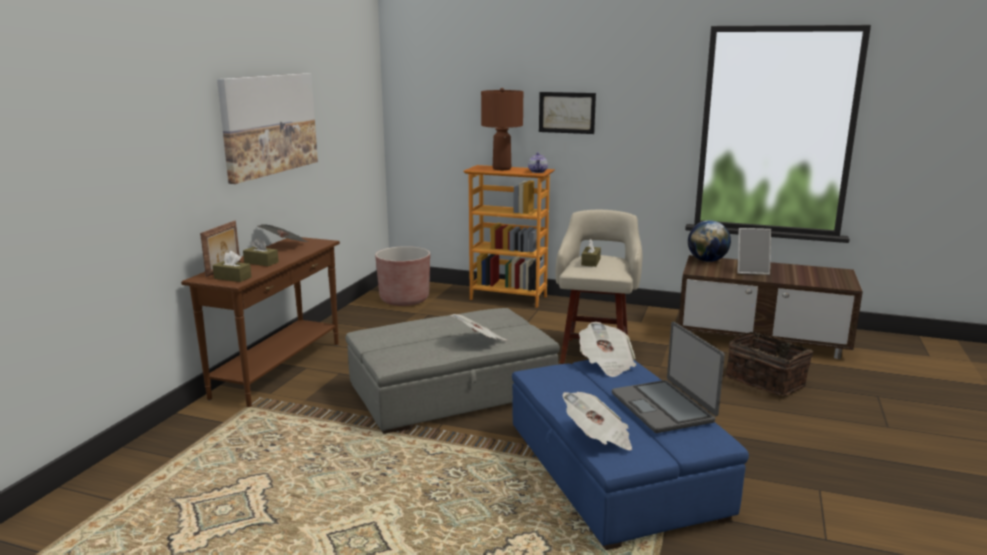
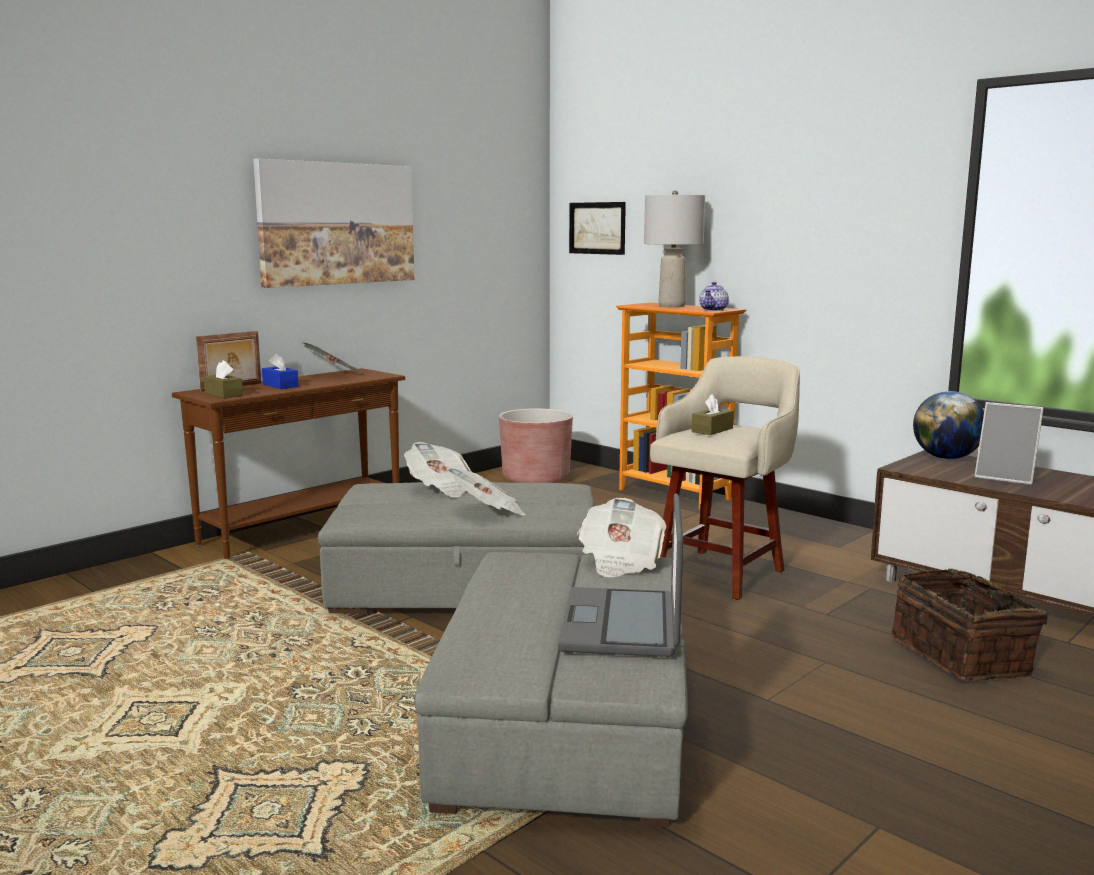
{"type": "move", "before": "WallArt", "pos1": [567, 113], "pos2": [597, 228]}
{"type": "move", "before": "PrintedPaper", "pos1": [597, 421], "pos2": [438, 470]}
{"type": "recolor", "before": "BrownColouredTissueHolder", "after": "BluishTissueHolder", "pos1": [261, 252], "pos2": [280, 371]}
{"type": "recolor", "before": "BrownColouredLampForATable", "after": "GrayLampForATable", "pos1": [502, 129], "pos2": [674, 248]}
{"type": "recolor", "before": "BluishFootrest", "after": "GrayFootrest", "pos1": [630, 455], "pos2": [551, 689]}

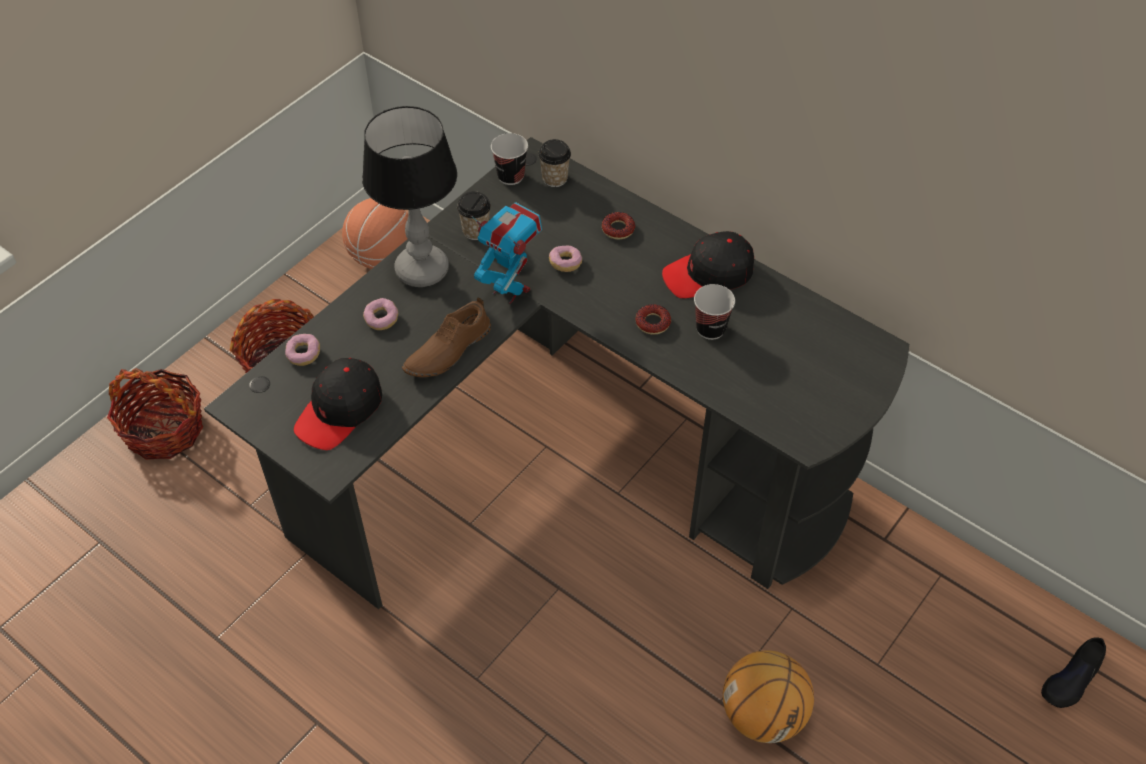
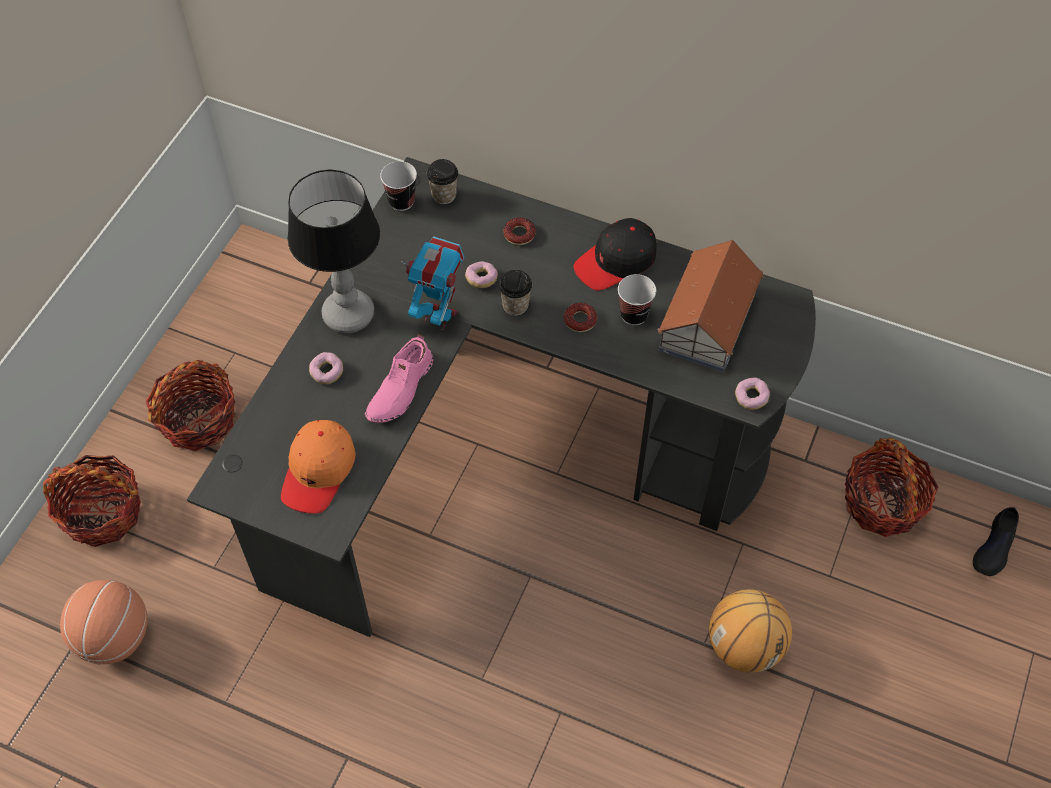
{"type": "insert", "after": "ModelHouse", "pos2": [711, 306]}
{"type": "insert", "after": "Basket", "pos2": [891, 487]}
{"type": "move", "before": "RingDoughnut", "pos1": [302, 350], "pos2": [752, 393]}
{"type": "move", "before": "BallForBasketball", "pos1": [375, 233], "pos2": [103, 622]}
{"type": "move", "before": "DrinkingCup", "pos1": [474, 215], "pos2": [515, 292]}
{"type": "recolor", "before": "BlackishCap", "after": "OrangeColouredCap", "pos1": [338, 404], "pos2": [318, 467]}
{"type": "recolor", "before": "BrownColouredShoe", "after": "PinkishShoe", "pos1": [446, 337], "pos2": [399, 378]}

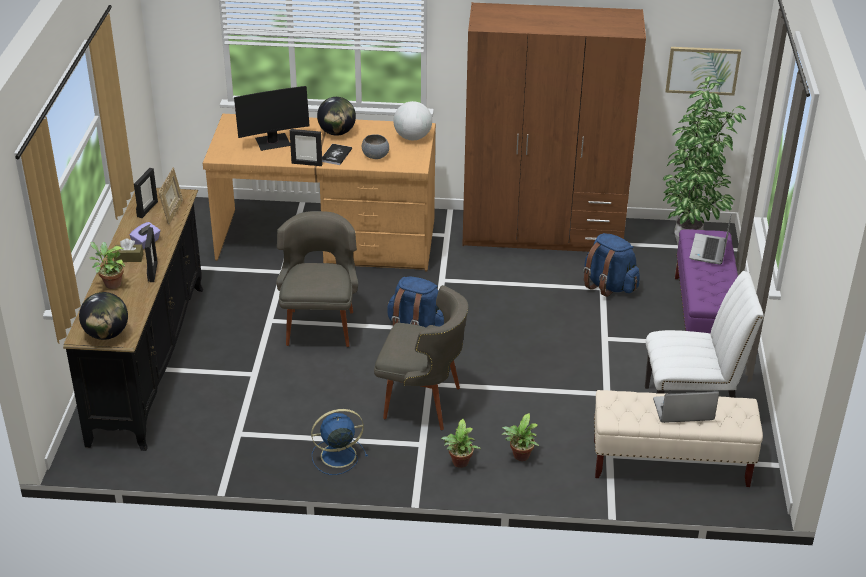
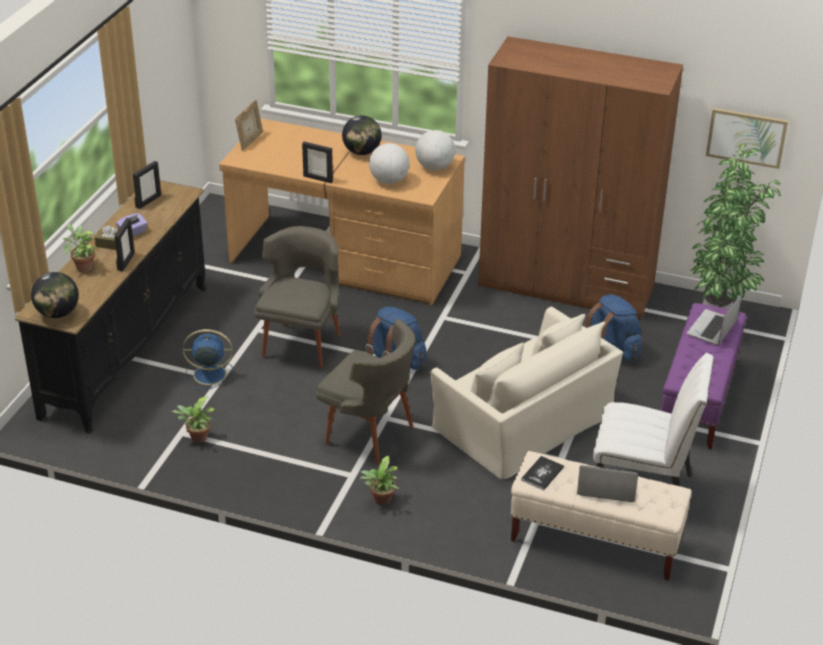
{"type": "delete", "before": "ComputerScreen", "pos1": [272, 118]}
{"type": "insert", "after": "SandColouredArmchair", "pos2": [526, 393]}
{"type": "move", "before": "StandingFrame", "pos1": [170, 196], "pos2": [249, 125]}
{"type": "move", "before": "BluishFan", "pos1": [339, 442], "pos2": [209, 359]}
{"type": "move", "before": "Book", "pos1": [337, 154], "pos2": [542, 473]}
{"type": "move", "before": "PlantInAPot", "pos1": [520, 437], "pos2": [193, 420]}
{"type": "replace", "before": "GrayDeepDish", "after": "DeskGlobe", "pos1": [375, 146], "pos2": [389, 163]}

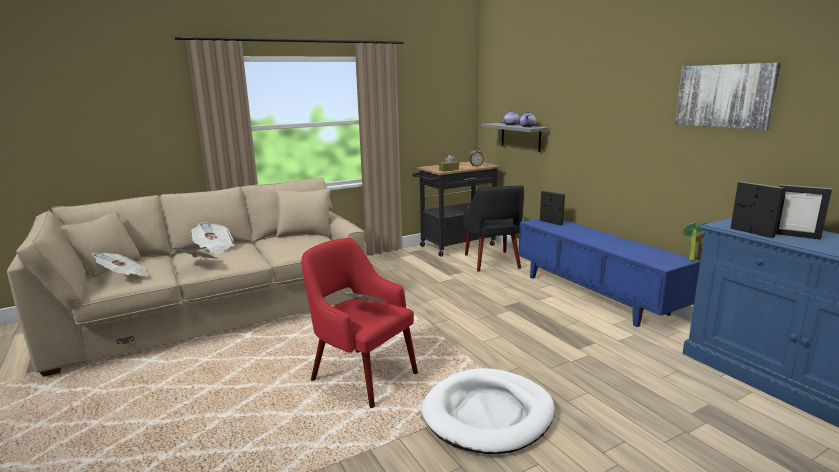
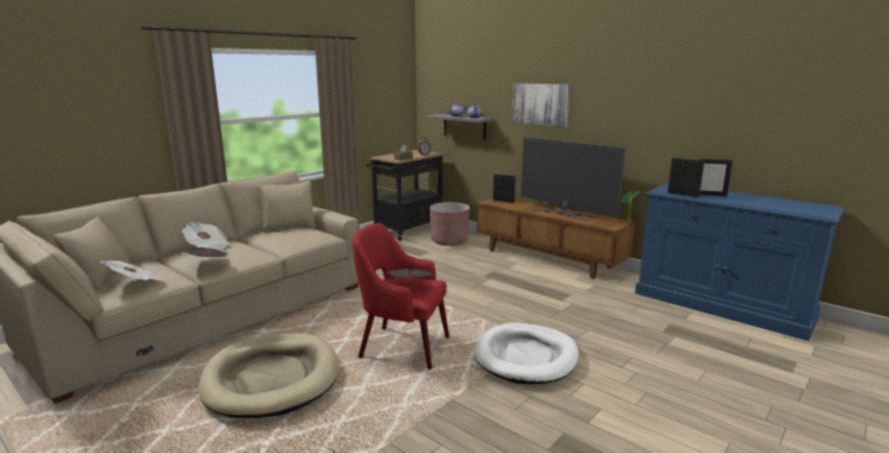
{"type": "insert", "after": "SandColouredPetBed", "pos2": [268, 375]}
{"type": "insert", "after": "TvSet", "pos2": [573, 179]}
{"type": "move", "before": "WallArt", "pos1": [728, 96], "pos2": [541, 105]}
{"type": "replace", "before": "BlackishArmchair", "after": "BrownColouredPlanter", "pos1": [493, 228], "pos2": [450, 224]}
{"type": "recolor", "before": "BluishTvStand", "after": "BrownColouredTvStand", "pos1": [609, 272], "pos2": [556, 238]}

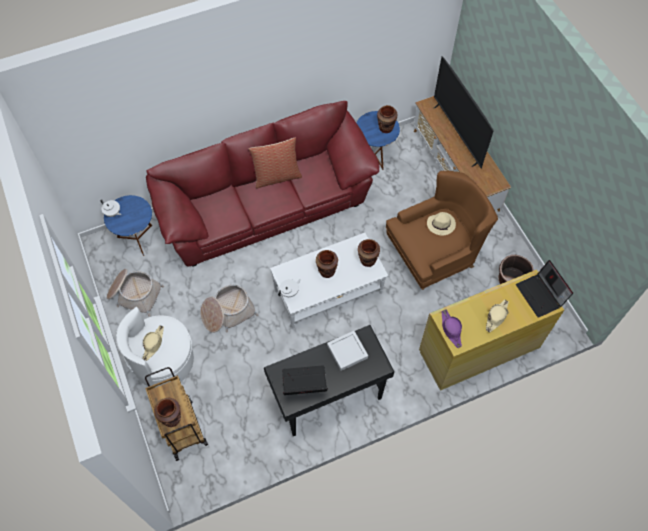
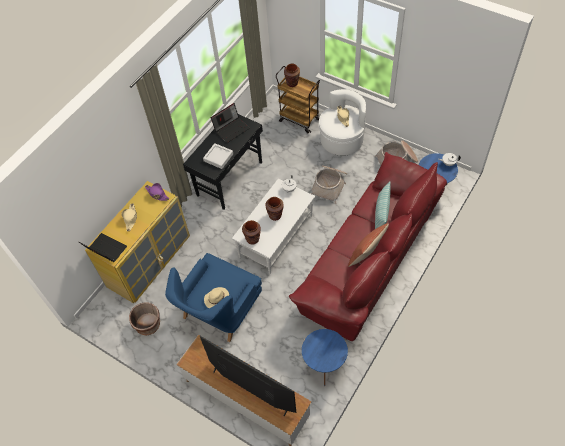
{"type": "delete", "before": "BrownColouredVase", "pos1": [387, 119]}
{"type": "insert", "after": "Cushion", "pos2": [383, 205]}
{"type": "recolor", "before": "BrownColouredArmchair", "after": "BluishArmchair", "pos1": [442, 230], "pos2": [213, 297]}

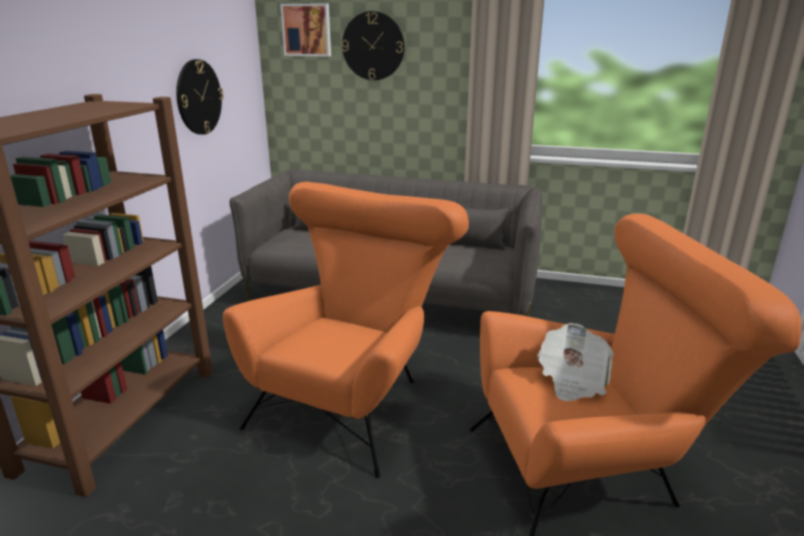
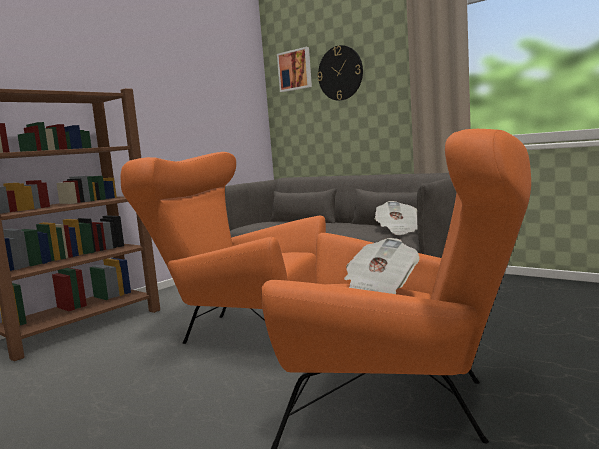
{"type": "delete", "before": "HangingClock", "pos1": [199, 97]}
{"type": "insert", "after": "PrintedPaper", "pos2": [396, 218]}
{"type": "rotate", "before": "OrangeColouredArmchair", "pos1": [346, 330], "pos2": [223, 248], "turn": -120}

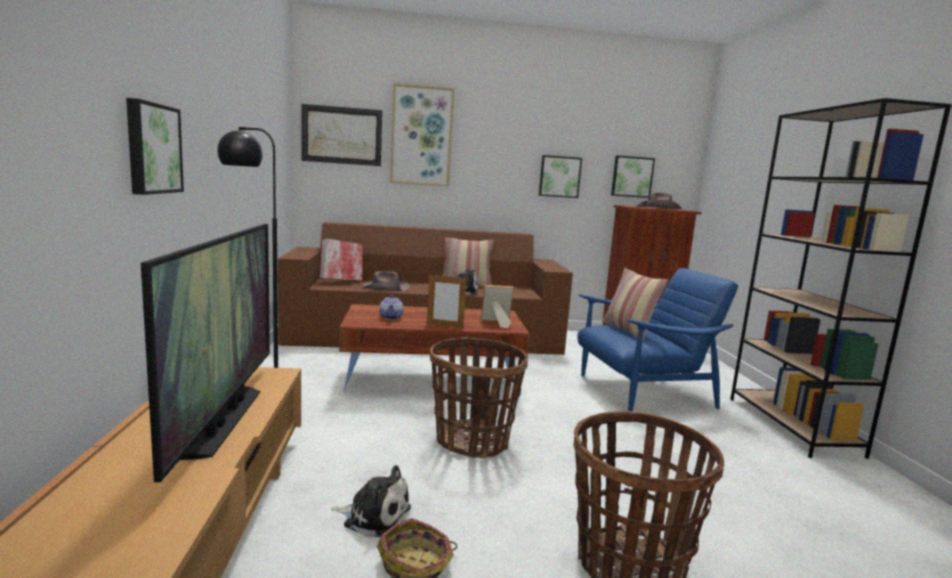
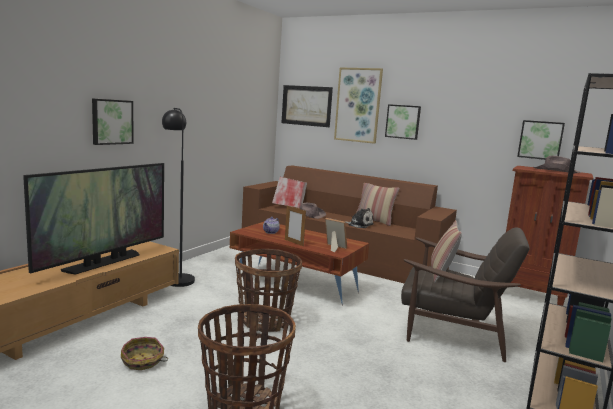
{"type": "delete", "before": "CuddlyToy", "pos1": [371, 501]}
{"type": "move", "before": "WallArt", "pos1": [560, 176], "pos2": [403, 122]}
{"type": "recolor", "before": "BluishArmchair", "after": "BrownColouredArmchair", "pos1": [657, 339], "pos2": [465, 295]}

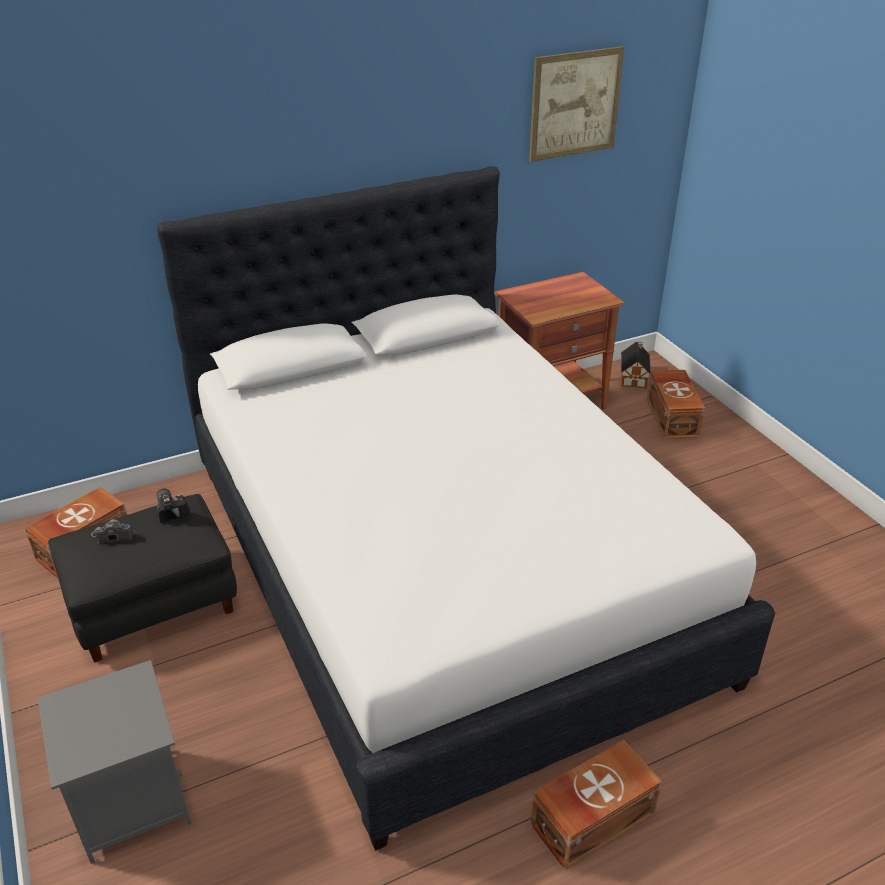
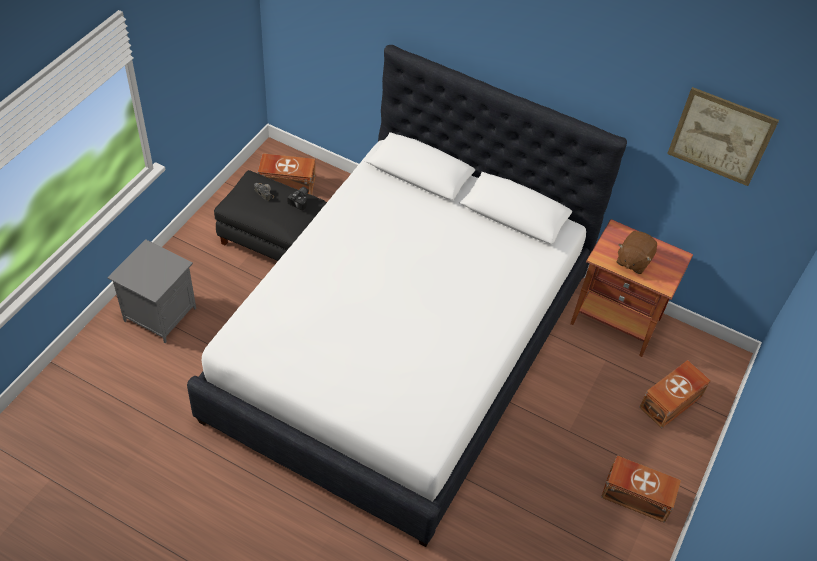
{"type": "delete", "before": "ModelHouse", "pos1": [636, 365]}
{"type": "insert", "after": "BrownColouredCuddlyToy", "pos2": [637, 252]}
{"type": "move", "before": "BrownColouredStorageContainer", "pos1": [596, 805], "pos2": [641, 489]}

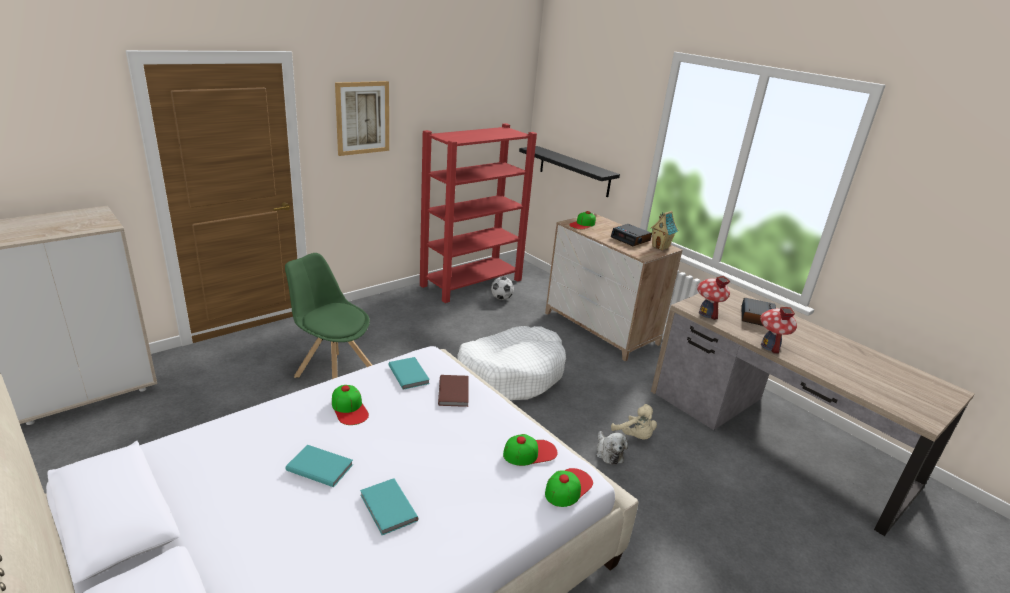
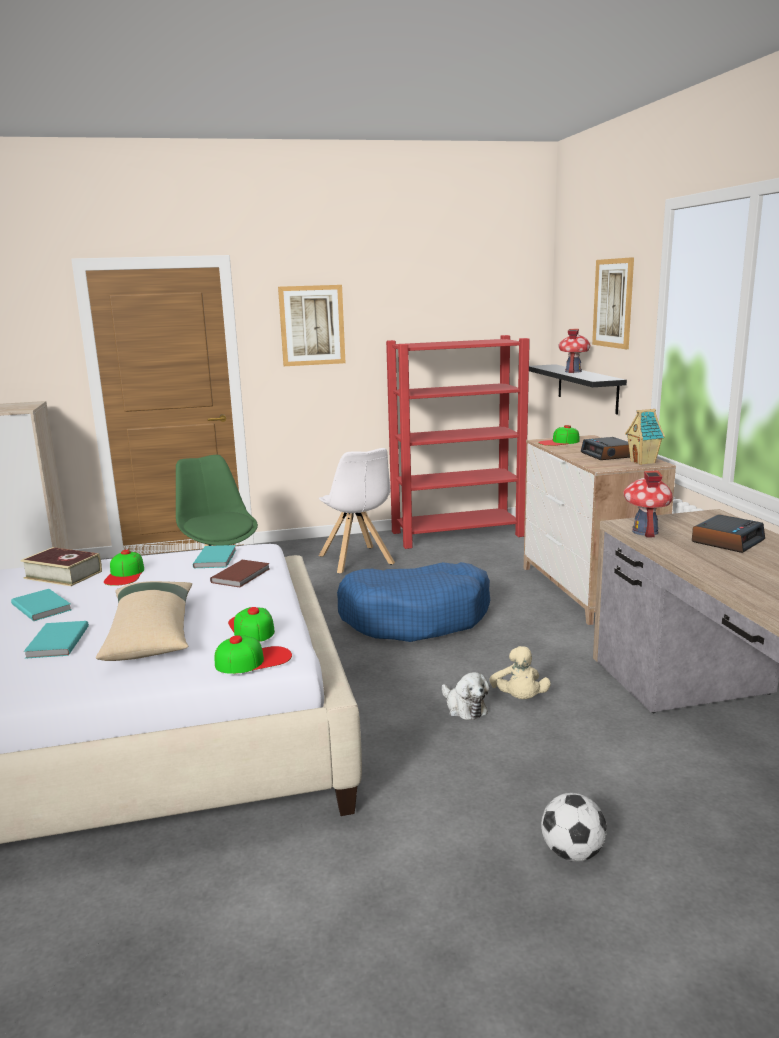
{"type": "insert", "after": "Book", "pos2": [61, 566]}
{"type": "insert", "after": "SandColouredCushion", "pos2": [144, 621]}
{"type": "insert", "after": "WhiteUprightChair", "pos2": [357, 511]}
{"type": "insert", "after": "WallArt", "pos2": [613, 303]}
{"type": "move", "before": "BallForFootball", "pos1": [502, 288], "pos2": [574, 827]}
{"type": "move", "before": "ModelHouse", "pos1": [778, 330], "pos2": [574, 351]}
{"type": "recolor", "before": "WhitePetBed", "after": "BluishPetBed", "pos1": [511, 363], "pos2": [413, 602]}
{"type": "rotate", "before": "Cap", "pos1": [530, 450], "pos2": [251, 624], "turn": -120}
{"type": "rotate", "before": "CuddlyToy", "pos1": [612, 448], "pos2": [465, 696], "turn": -45}

